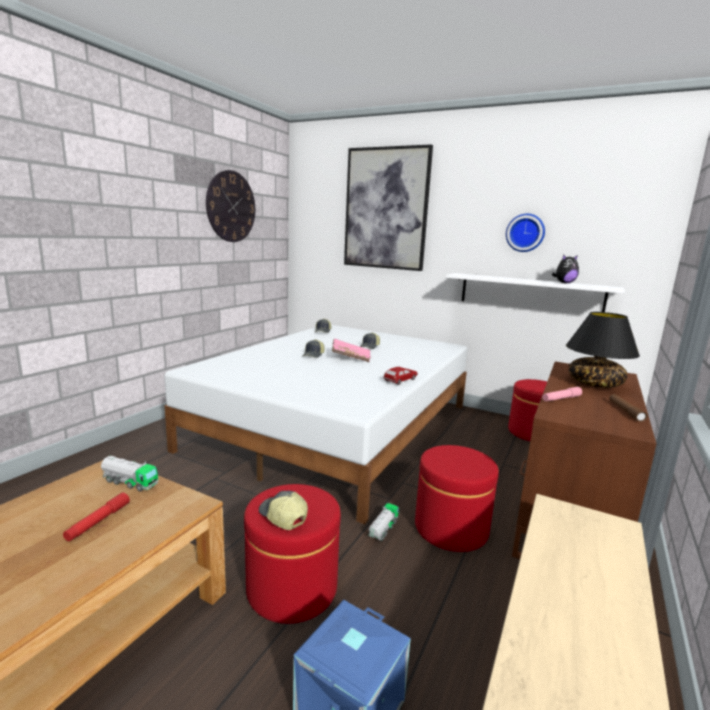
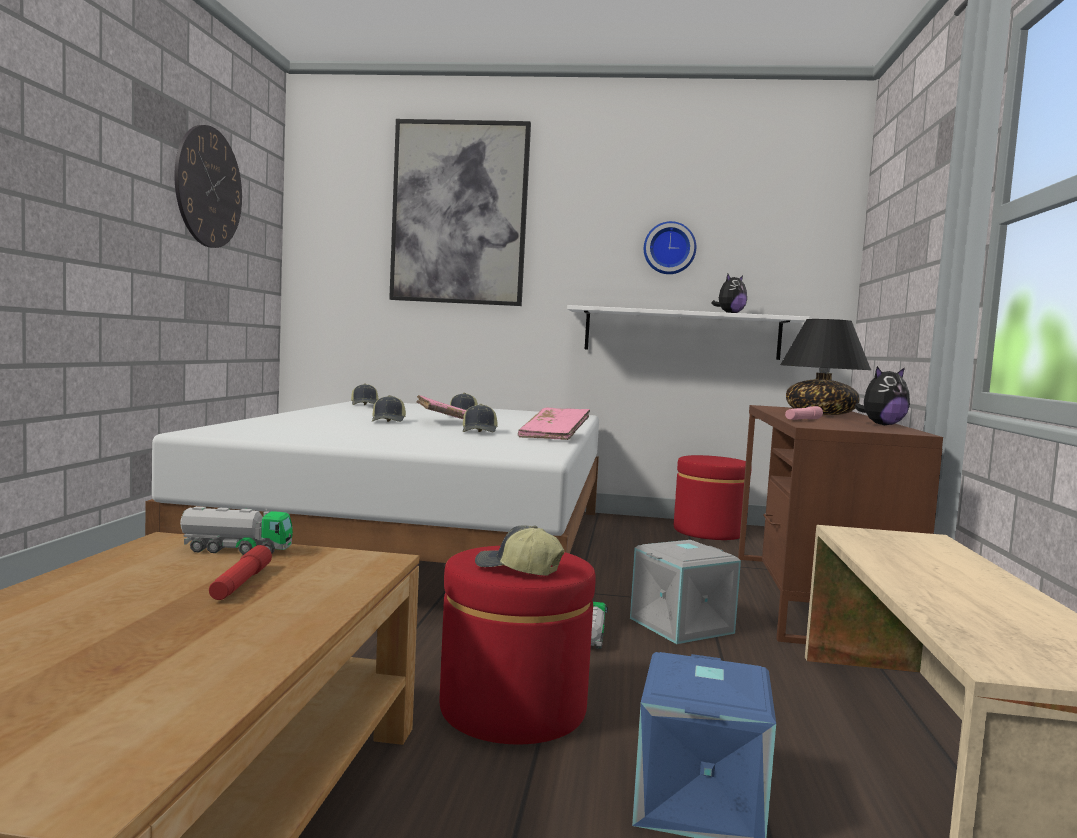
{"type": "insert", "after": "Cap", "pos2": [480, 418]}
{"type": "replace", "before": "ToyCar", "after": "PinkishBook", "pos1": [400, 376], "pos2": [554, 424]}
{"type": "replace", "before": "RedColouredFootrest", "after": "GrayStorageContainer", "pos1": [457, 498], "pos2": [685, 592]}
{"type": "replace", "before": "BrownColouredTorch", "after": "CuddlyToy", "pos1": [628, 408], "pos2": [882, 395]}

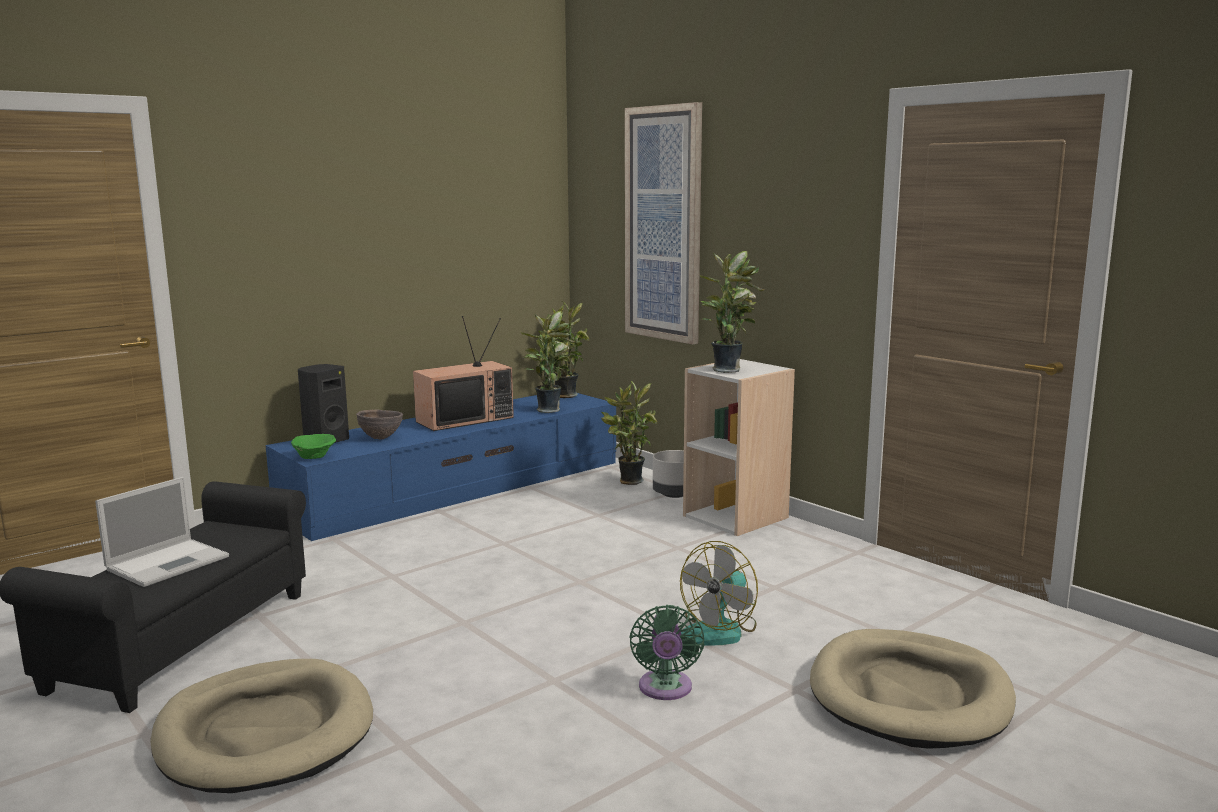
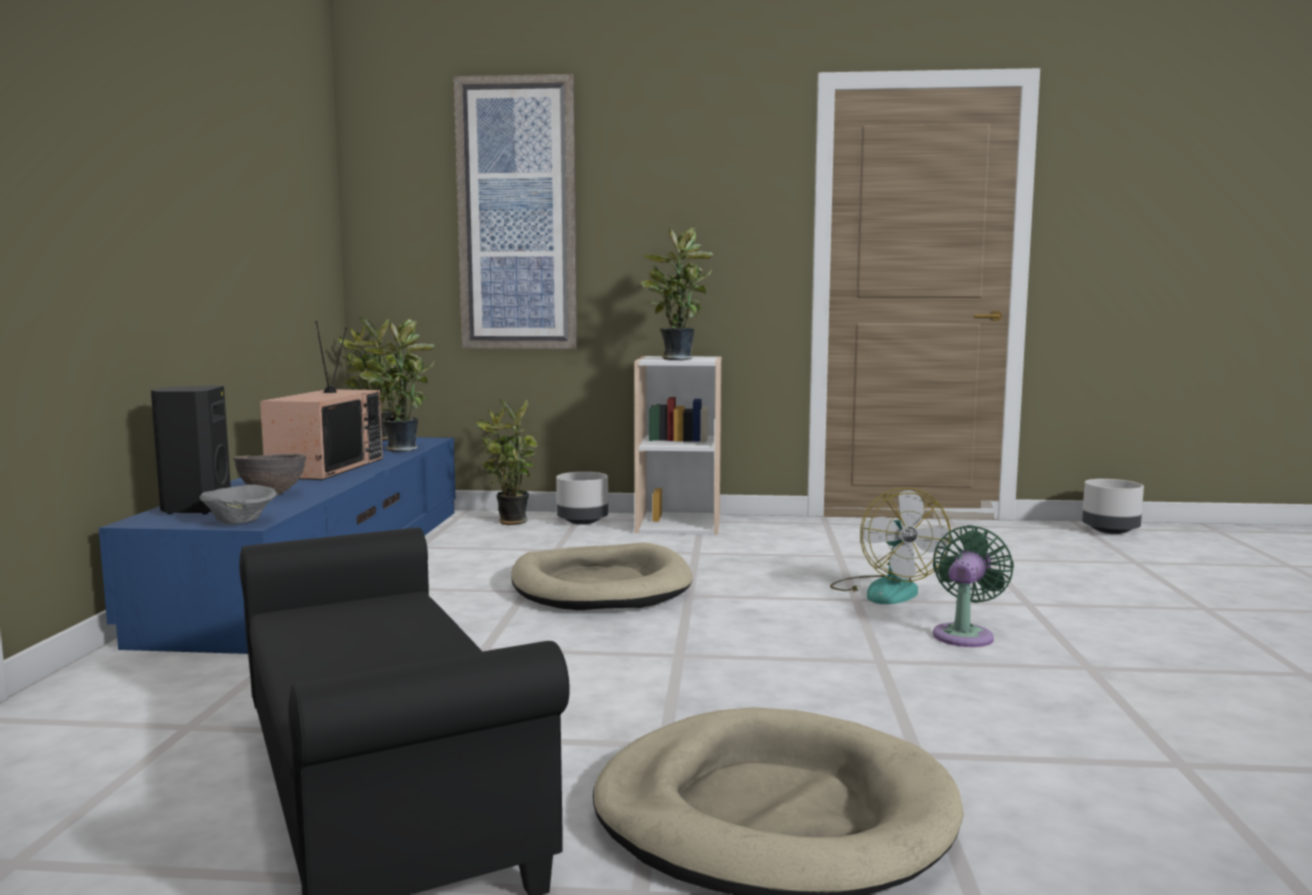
{"type": "delete", "before": "NotebookComputer", "pos1": [162, 532]}
{"type": "insert", "after": "GrayPlanter", "pos2": [1113, 506]}
{"type": "move", "before": "SandColouredPetBed", "pos1": [913, 689], "pos2": [602, 577]}
{"type": "recolor", "before": "GreenDeepDish", "after": "GrayDeepDish", "pos1": [313, 446], "pos2": [238, 504]}
{"type": "rotate", "before": "GreenFan", "pos1": [666, 652], "pos2": [973, 586], "turn": -105}

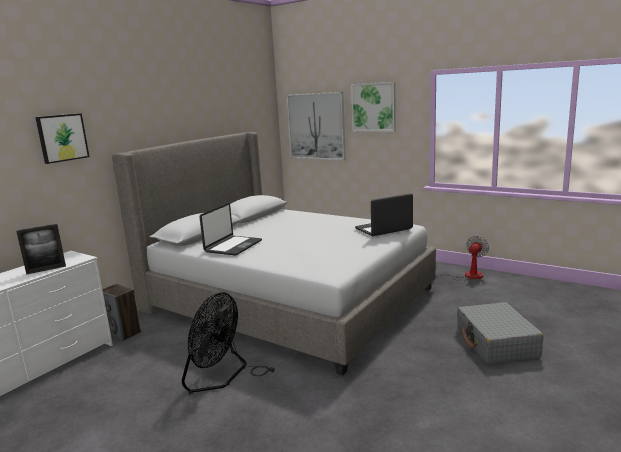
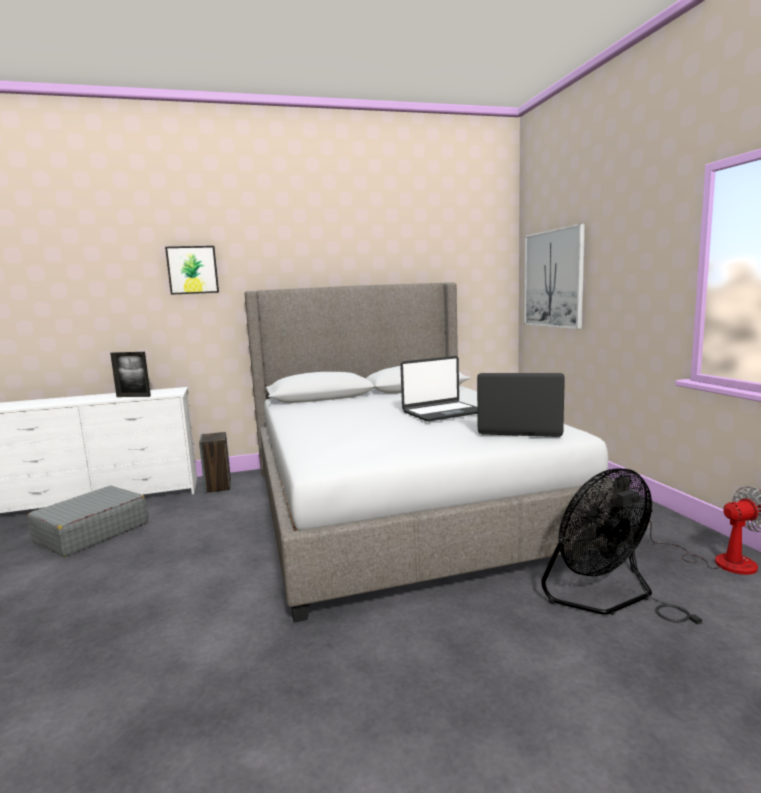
{"type": "delete", "before": "WallArt", "pos1": [373, 107]}
{"type": "move", "before": "BlackishFan", "pos1": [229, 343], "pos2": [622, 546]}
{"type": "move", "before": "NotebookComputer", "pos1": [231, 229], "pos2": [438, 389]}
{"type": "move", "before": "GrayPieceOfLuggage", "pos1": [500, 333], "pos2": [87, 521]}

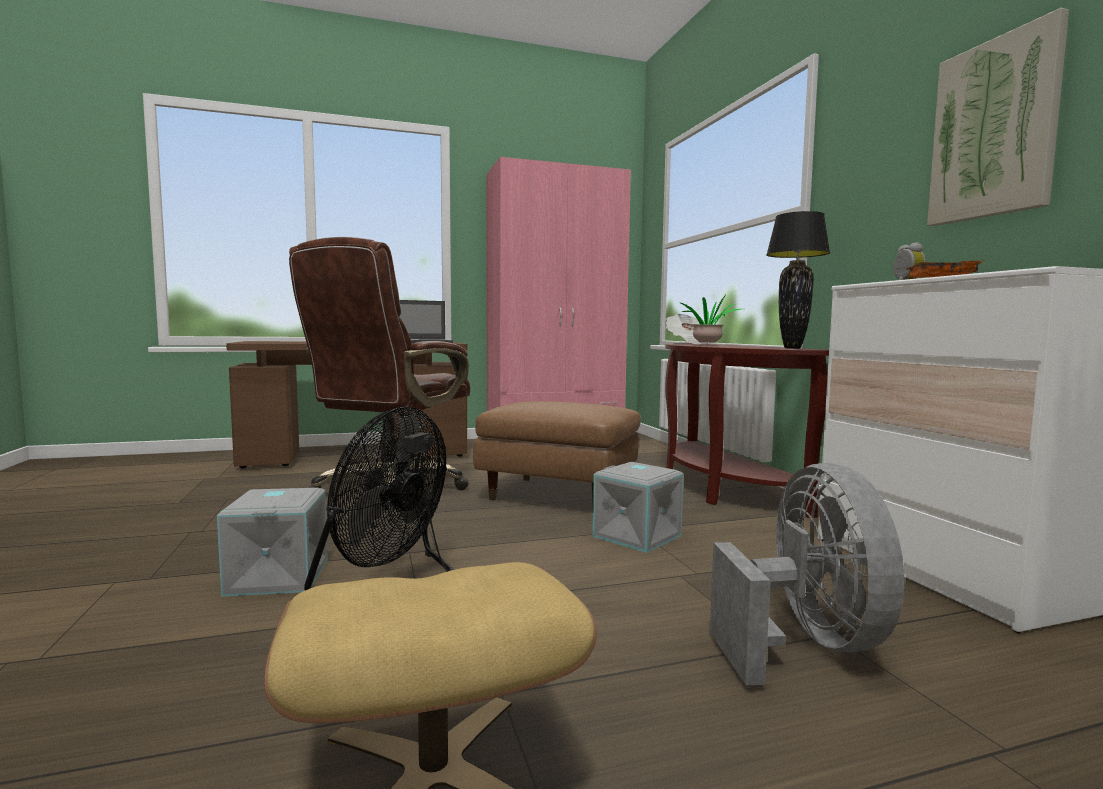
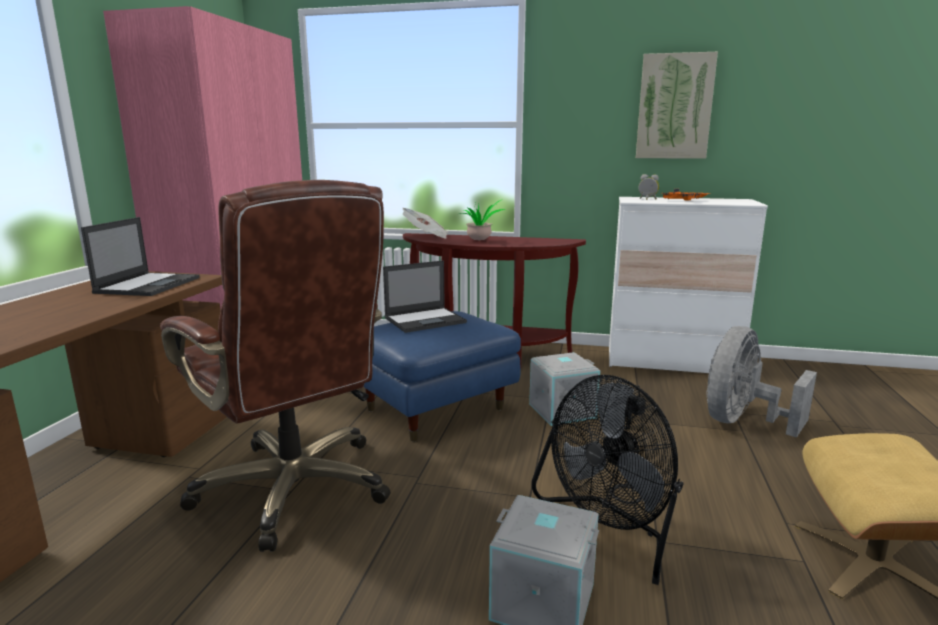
{"type": "delete", "before": "BlackishLampForATable", "pos1": [798, 280]}
{"type": "insert", "after": "NotebookComputer", "pos2": [425, 296]}
{"type": "recolor", "before": "BrownColouredFootrest", "after": "BluishFootrest", "pos1": [557, 452], "pos2": [442, 376]}
{"type": "rotate", "before": "GrayFan", "pos1": [807, 574], "pos2": [761, 382], "turn": -75}

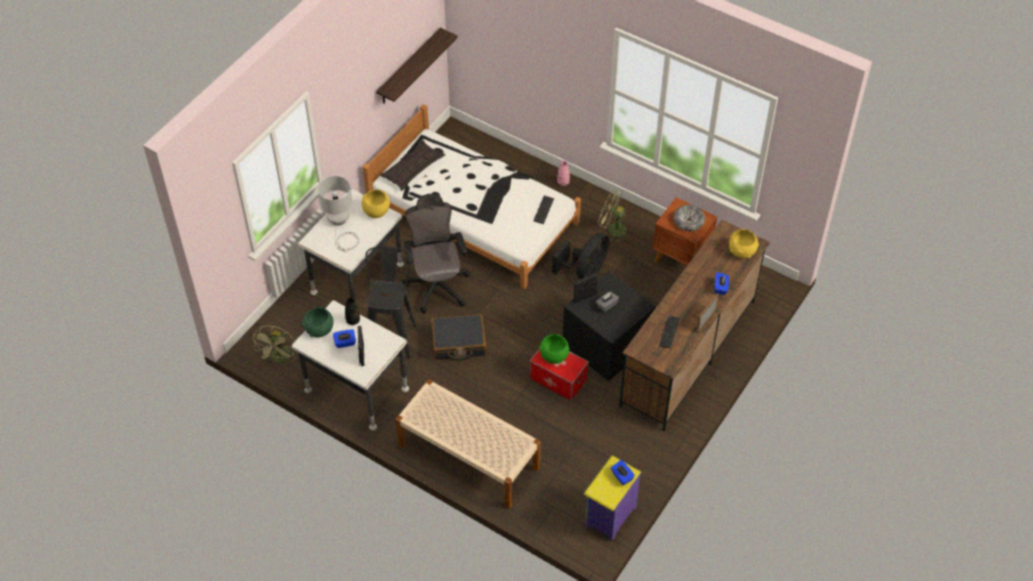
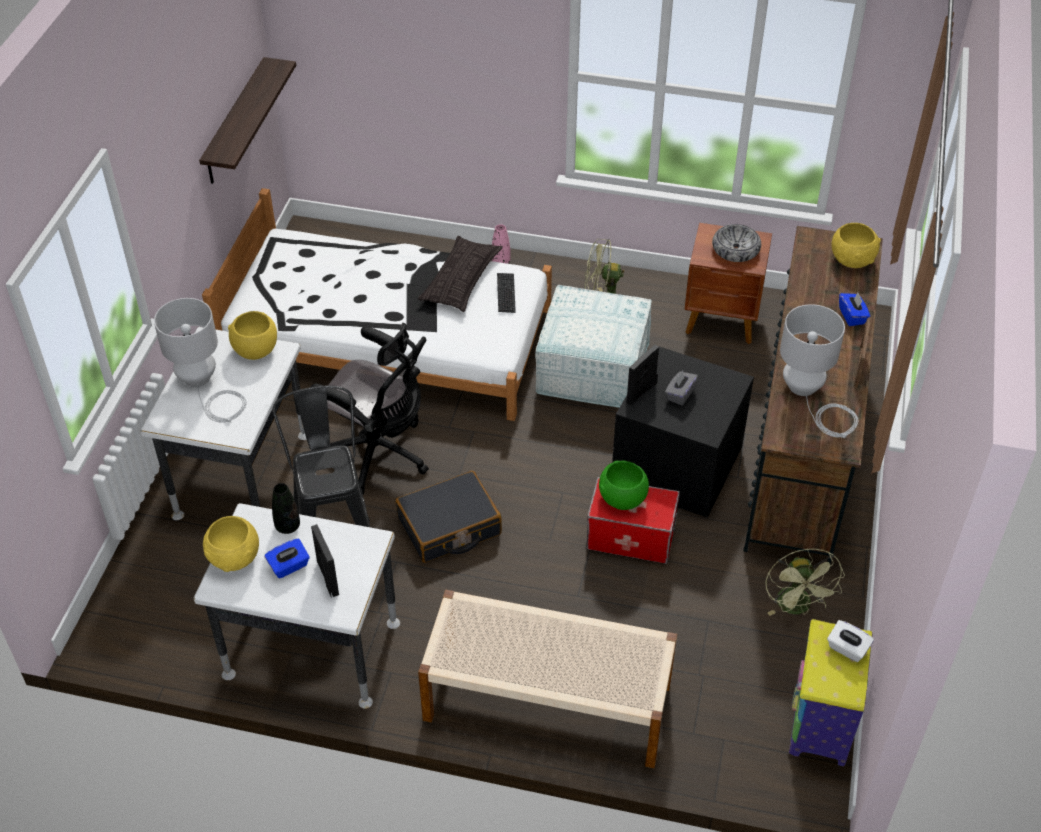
{"type": "move", "before": "GreenFan", "pos1": [274, 344], "pos2": [805, 582]}
{"type": "move", "before": "Cushion", "pos1": [412, 165], "pos2": [460, 274]}
{"type": "replace", "before": "BlackishFan", "after": "WhiteFootrest", "pos1": [580, 256], "pos2": [593, 346]}
{"type": "replace", "before": "PcKeyboard", "after": "GrayLampForATable", "pos1": [669, 332], "pos2": [819, 371]}
{"type": "recolor", "before": "GreenDeepDish", "after": "YellowDeepDish", "pos1": [317, 322], "pos2": [231, 544]}
{"type": "recolor", "before": "BluishTissueHolder", "after": "WhiteTissueHolder", "pos1": [623, 472], "pos2": [850, 641]}
{"type": "rotate", "before": "OfficeChair", "pos1": [436, 253], "pos2": [370, 408], "turn": 150}

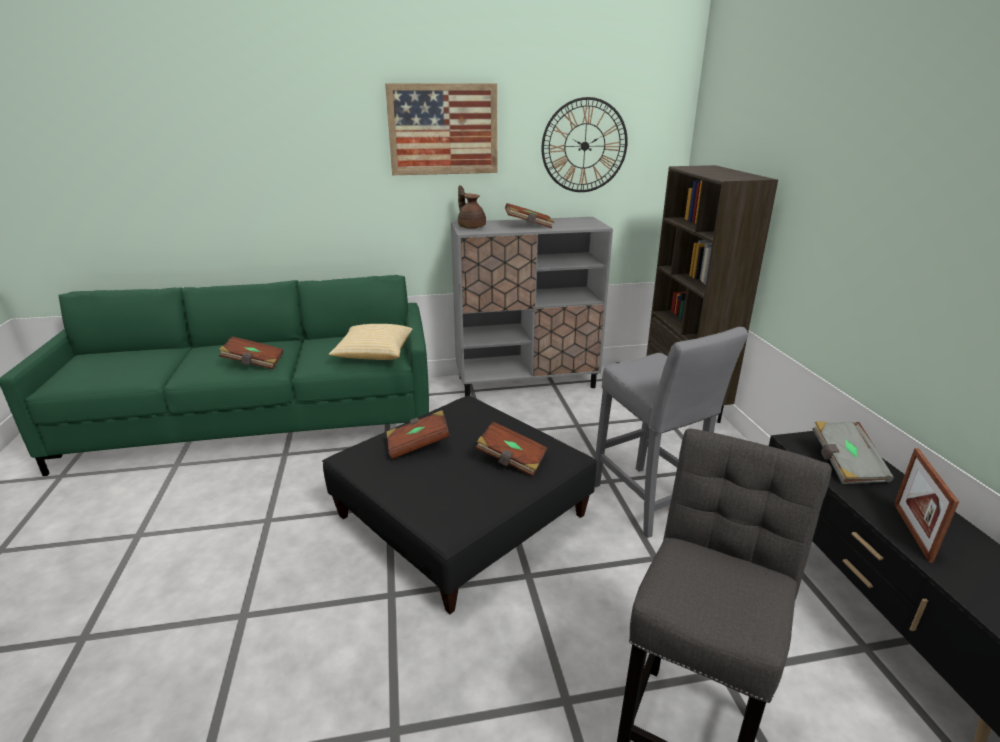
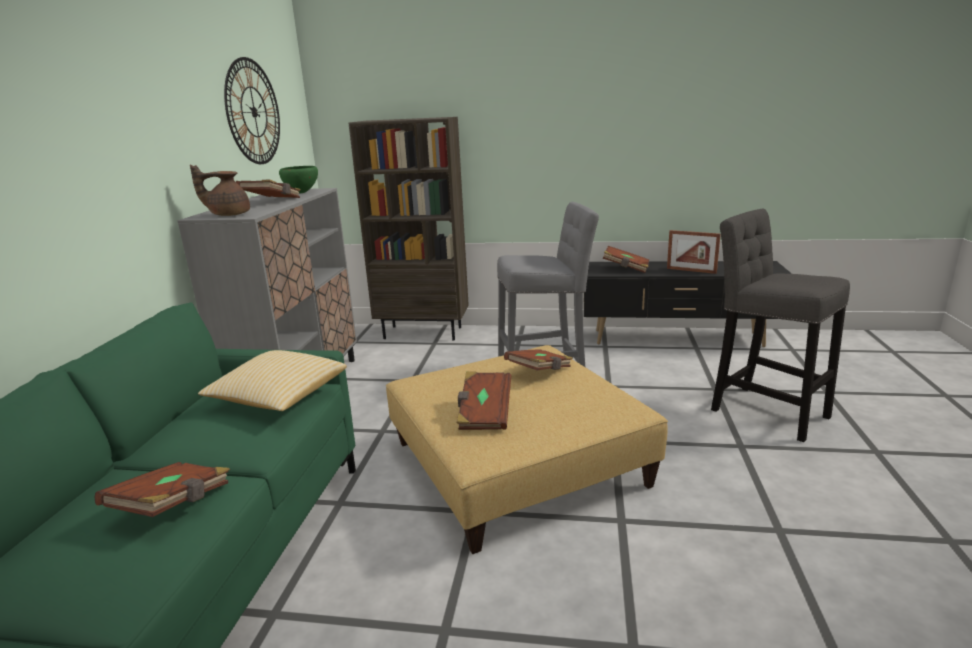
{"type": "delete", "before": "WallArt", "pos1": [441, 129]}
{"type": "insert", "after": "GreenDeepDish", "pos2": [298, 179]}
{"type": "recolor", "before": "BlackishFootrest", "after": "SandColouredFootrest", "pos1": [459, 505], "pos2": [527, 449]}
{"type": "recolor", "before": "GrayBook", "after": "BrownColouredBook", "pos1": [853, 453], "pos2": [626, 259]}

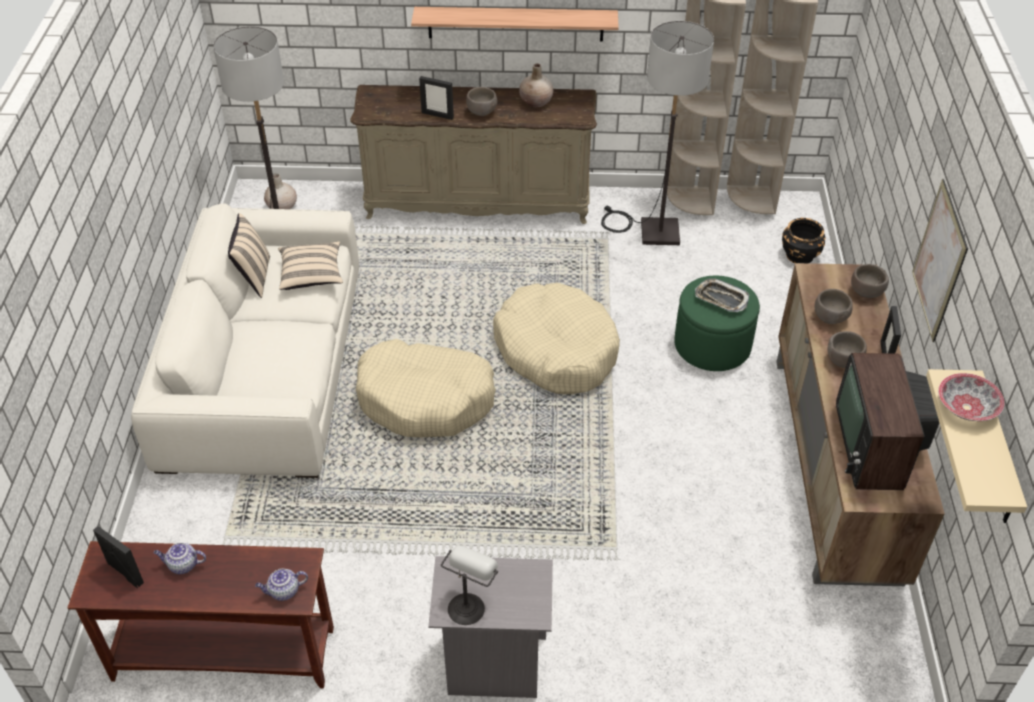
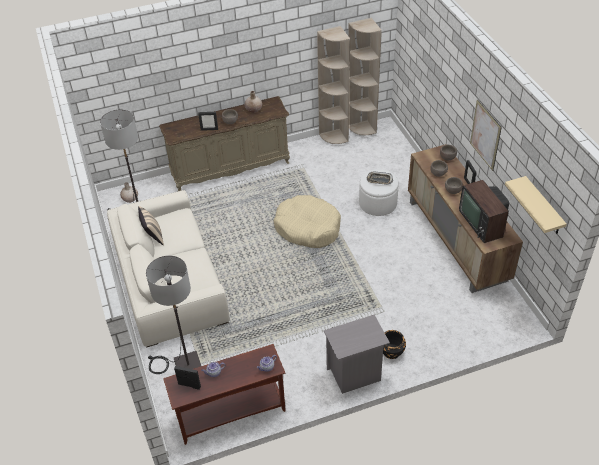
{"type": "delete", "before": "SandColouredCushion", "pos1": [310, 266]}
{"type": "delete", "before": "SandColouredPetBed", "pos1": [426, 388]}
{"type": "delete", "before": "Shelf", "pos1": [515, 24]}
{"type": "delete", "before": "LampForATable", "pos1": [469, 585]}
{"type": "delete", "before": "DeepDish", "pos1": [971, 397]}
{"type": "move", "before": "FloorLamp", "pos1": [657, 133], "pos2": [173, 315]}
{"type": "move", "before": "BlackishPlanter", "pos1": [803, 240], "pos2": [394, 344]}
{"type": "recolor", "before": "GreenFootrest", "after": "WhiteFootrest", "pos1": [717, 323], "pos2": [379, 192]}

